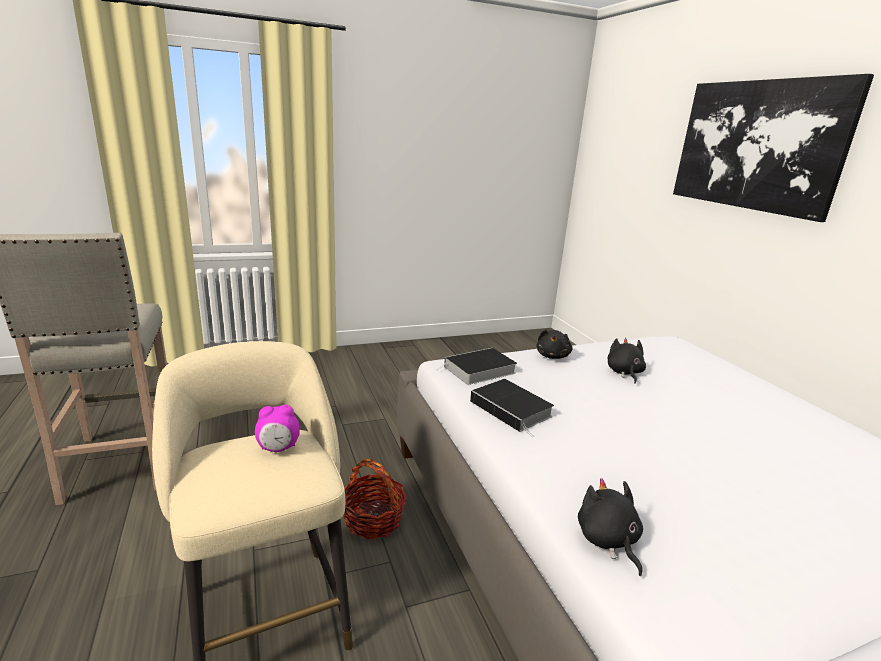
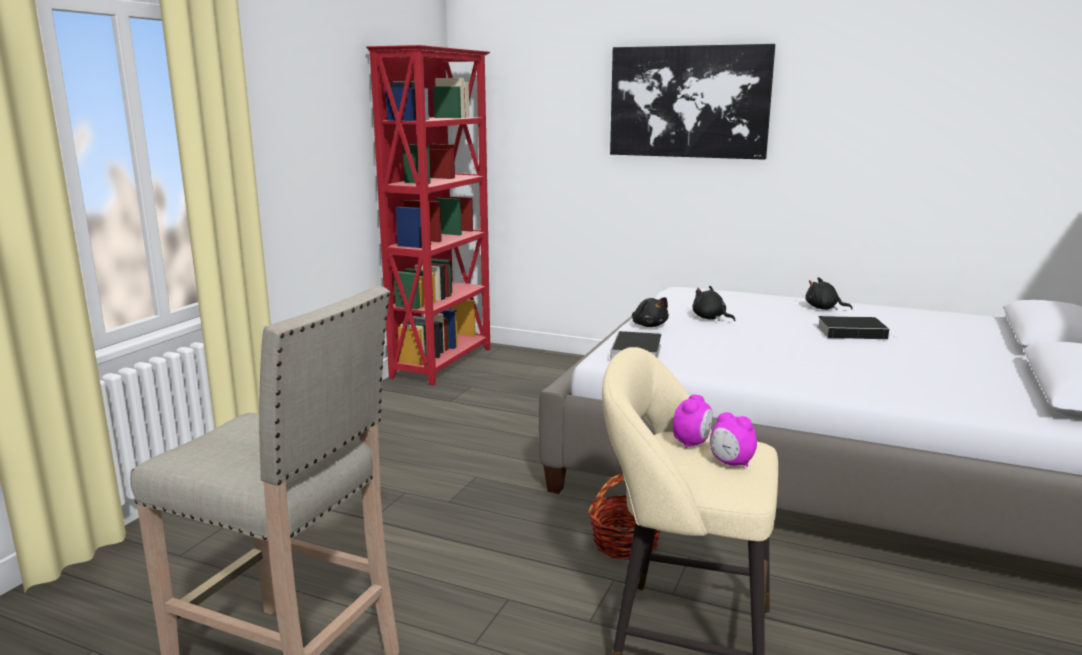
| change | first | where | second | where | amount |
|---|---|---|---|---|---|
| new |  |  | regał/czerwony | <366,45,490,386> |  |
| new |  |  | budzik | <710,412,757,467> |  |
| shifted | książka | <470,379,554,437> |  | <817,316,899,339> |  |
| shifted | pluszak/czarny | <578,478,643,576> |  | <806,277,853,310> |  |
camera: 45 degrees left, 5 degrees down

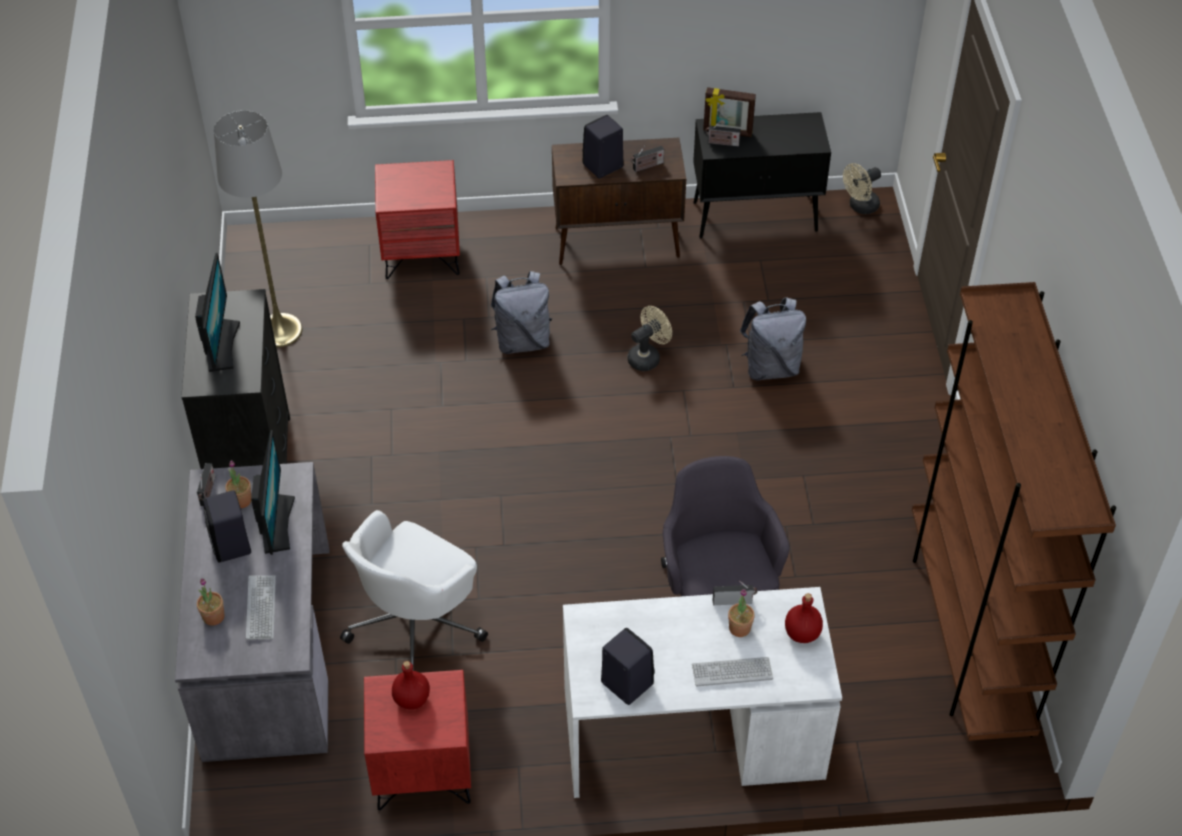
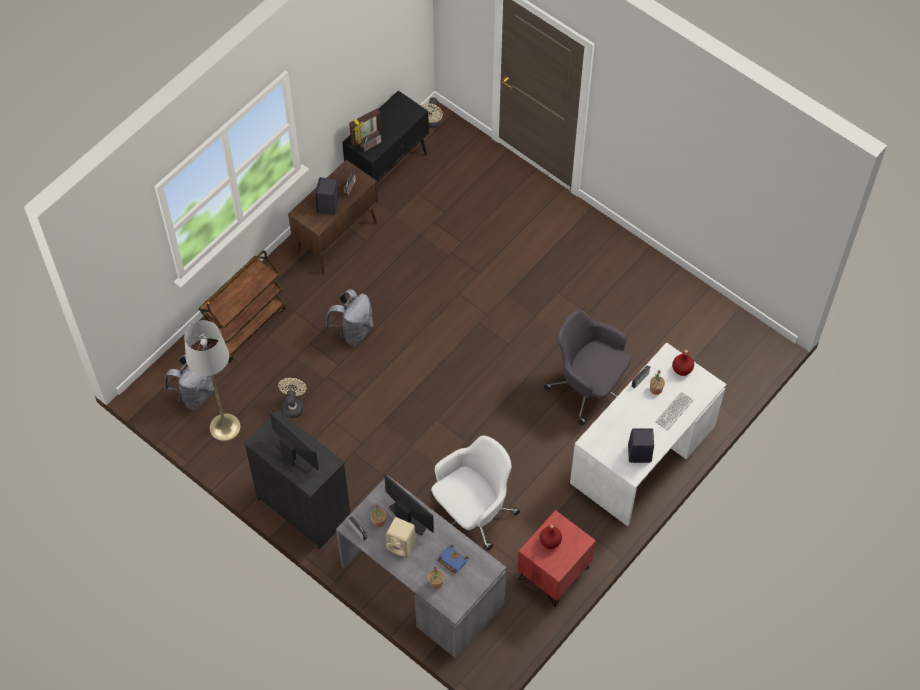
| change | first | where | second | where | amount |
|---|---|---|---|---|---|
| gone | regał/brązowy | <912,282,1116,741> |  |  |  |
| shifted | wentylator/beżowy | <628,306,672,371> |  | <278,378,306,418> |  |
| shifted | plecak/szary | <740,297,806,381> |  | <164,354,214,410> |  |
| swapped | klawiatura | <246,575,276,640> | książka/niebieski | <437,544,469,574> |  |
| swapped | szafka nocna/czerwony | <375,160,460,279> | wózek/brązowy | <199,250,286,363> |  |
| repainted | głośnik/czarny | <203,490,251,563> | głośnik/beżowy | <386,517,416,558> |  |
| rotated | krzesło biurowe/biały | <340,510,488,671> |  | <431,436,520,550> | 120 degrees counterclockwise |
camera: 45 degrees left, 10 degrees up

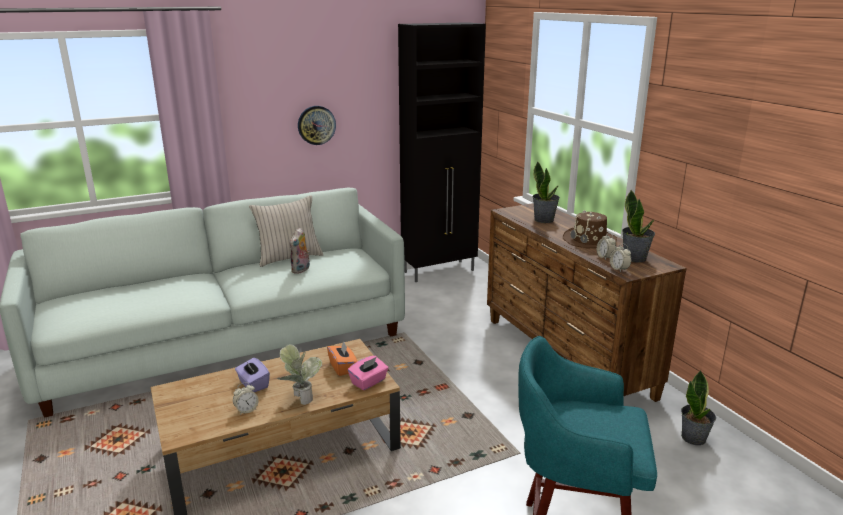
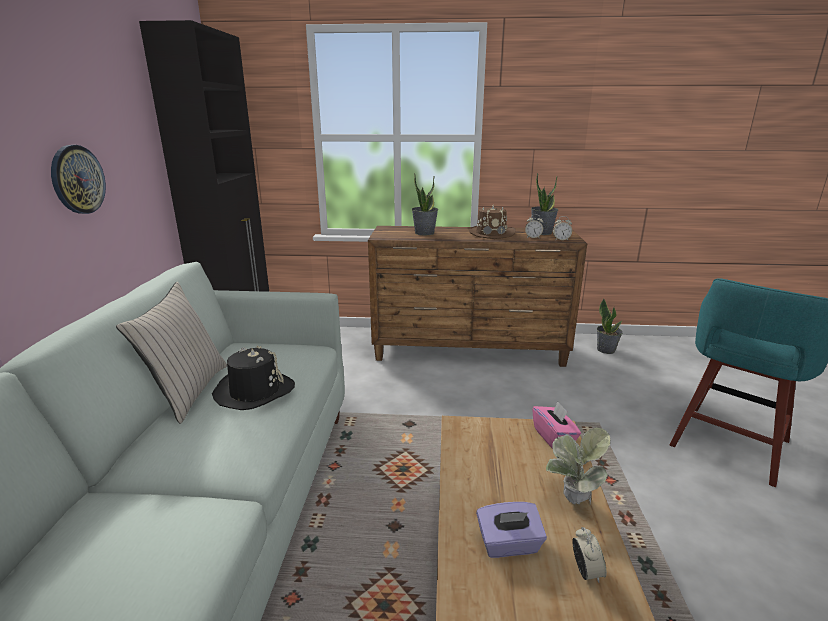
| change | first | where | second | where | amount |
|---|---|---|---|---|---|
| gone | pudełko chusteczek/pomarańczowy | <327,341,358,376> |  |  |  |
| swapped | pluszak | <290,227,310,274> | kapelusz/czarny | <212,345,295,410> |  |
camera: 60 degrees left, 0 degrees up

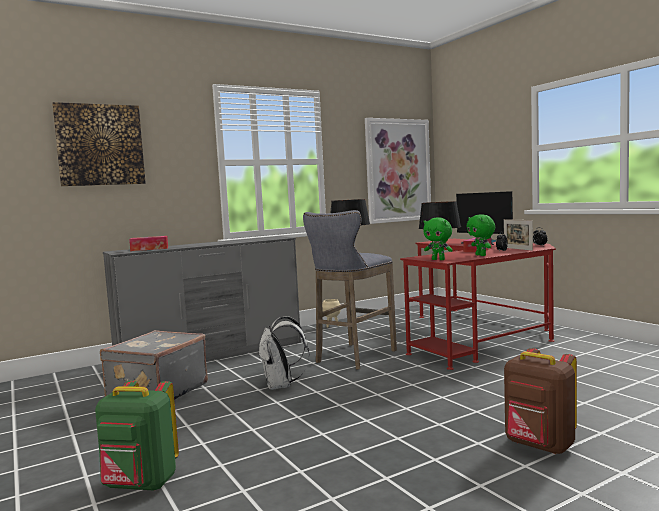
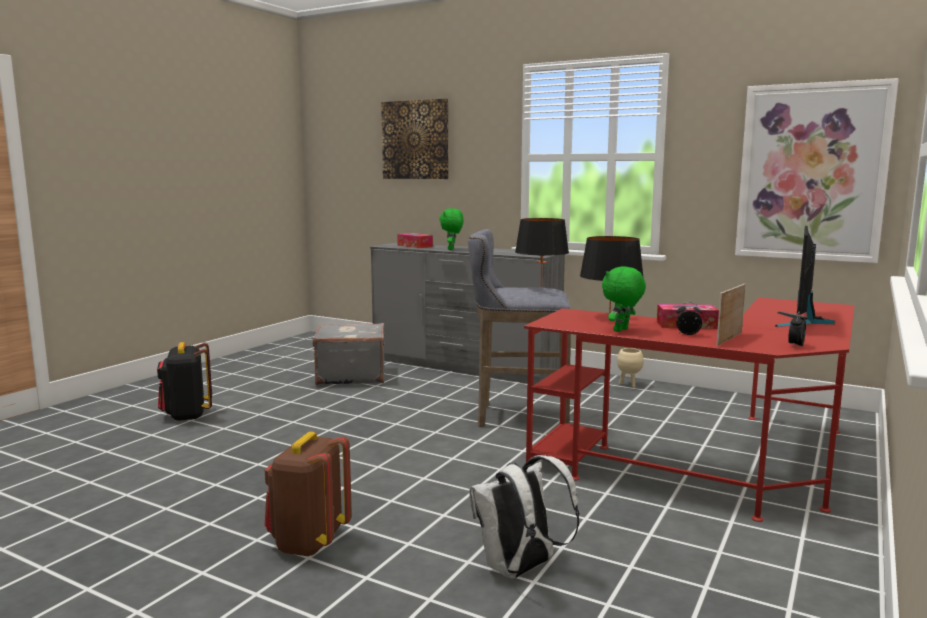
| change | first | where | second | where | amount |
|---|---|---|---|---|---|
| shifted | plecak/biały | <258,316,309,390> |  | <469,455,579,579> |  |
| shifted | pluszak/zielony | <423,218,453,260> |  | <439,208,464,250> |  |
| repainted | plecak/zielony | <95,381,179,491> | plecak/czarny | <157,342,212,421> |  |
camera: 60 degrees right, 5 degrees up

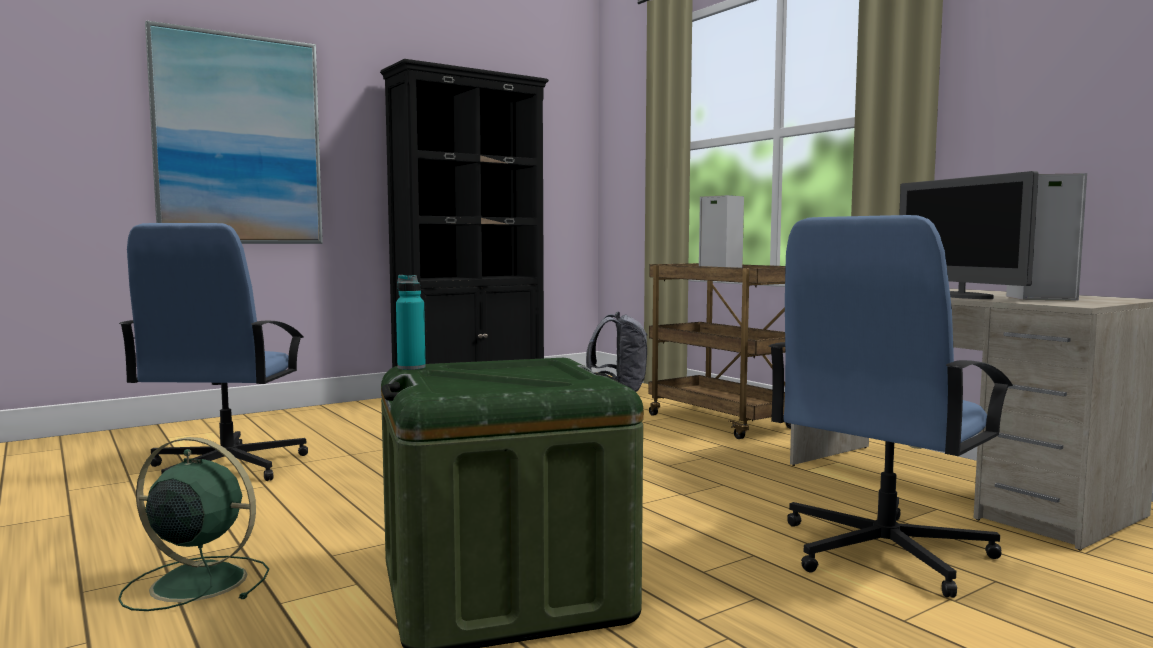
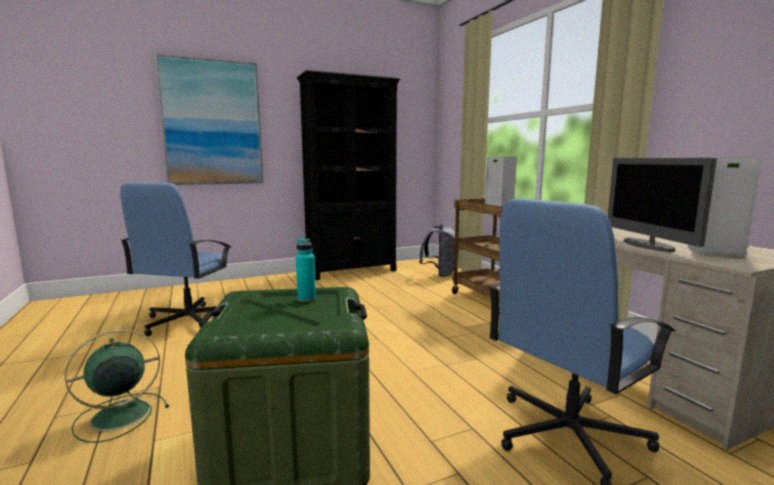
| change | first | where | second | where | amount |
|---|---|---|---|---|---|
| shifted | butelka/turkusowy | <396,275,426,370> |  | <296,238,316,302> |  |
| rotated | wentylator/zielony | <118,437,269,611> |  | <65,329,169,443> | 60 degrees counterclockwise |
camera: 10 degrees right, 5 degrees up

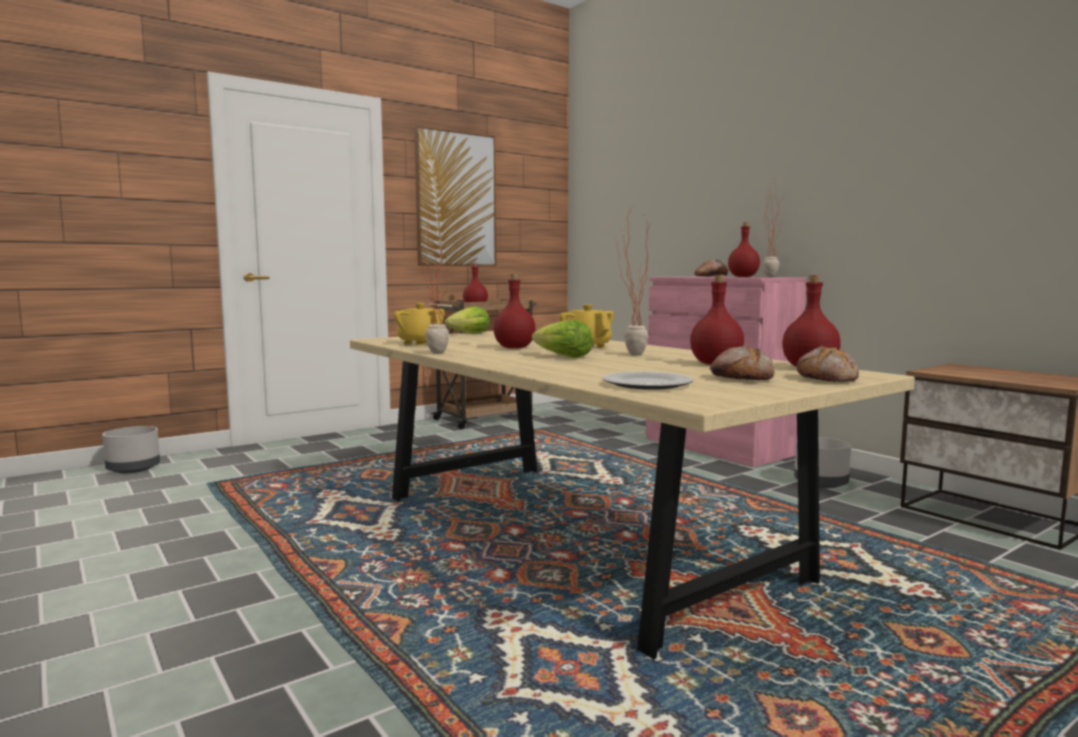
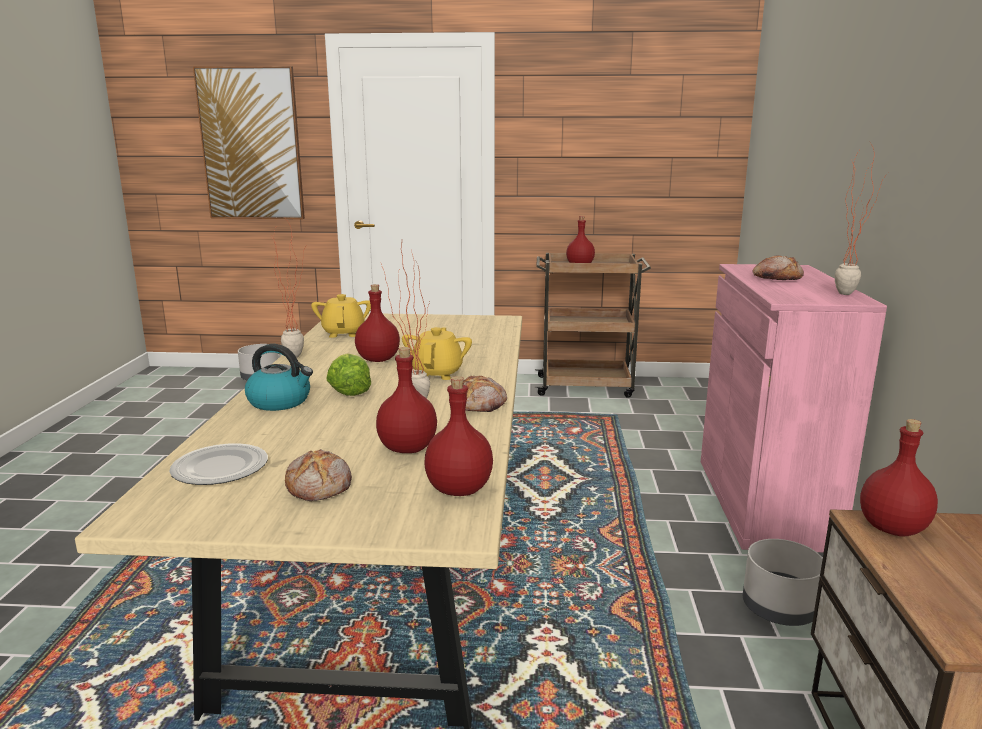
| change | first | where | second | where | amount |
|---|---|---|---|---|---|
| gone | sałata | <445,306,489,334> |  |  |  |
| new |  |  | czajnik | <245,344,313,411> |  |
| shifted | obraz | <414,126,496,267> |  | <193,66,305,219> |  |
| shifted | butelka/czerwony | <728,222,760,277> |  | <860,419,938,537> |  |
| shifted | chleb | <797,346,859,382> |  | <463,376,507,412> |  |
camera: 40 degrees right, 10 degrees up

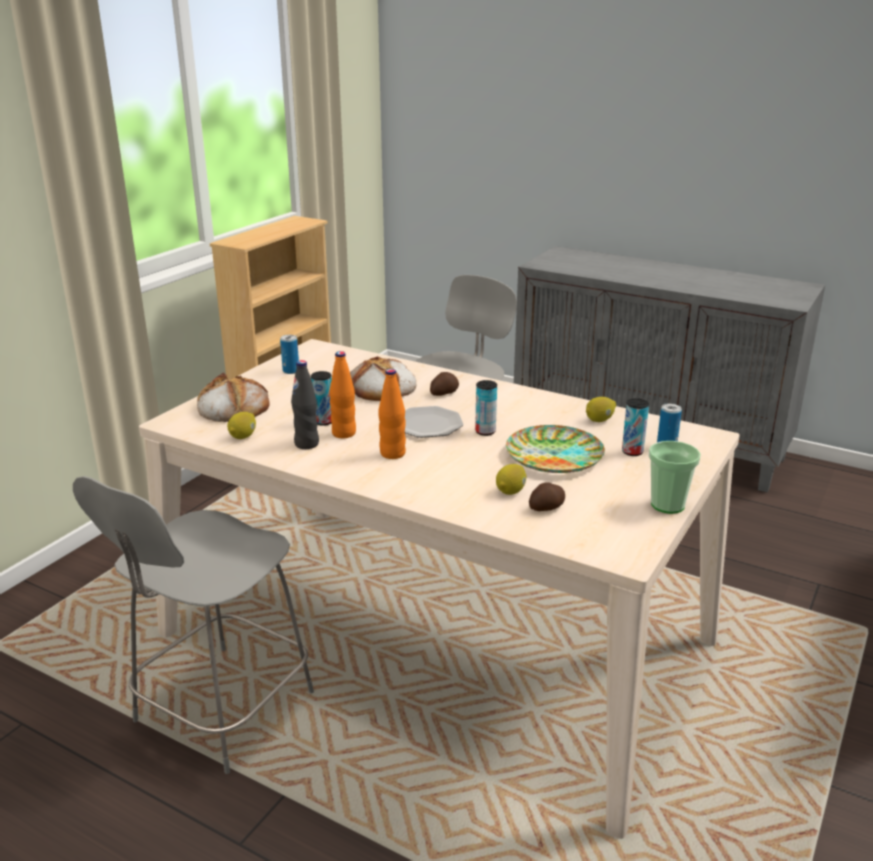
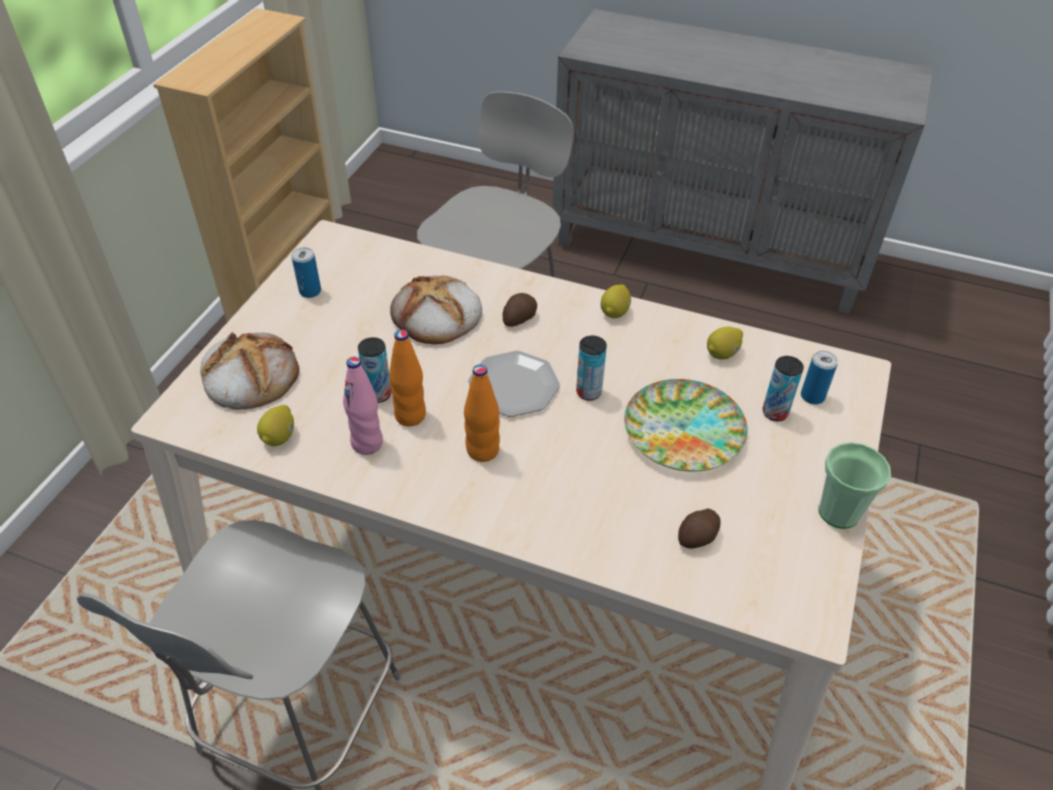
| change | first | where | second | where | amount |
|---|---|---|---|---|---|
| shifted | cytryna | <496,464,526,495> |  | <601,284,631,318> |  |
| repainted | butelka/czarny | <291,360,319,449> | butelka/różowy | <343,357,383,455> |  |
camera: 10 degrees left, 20 degrees up

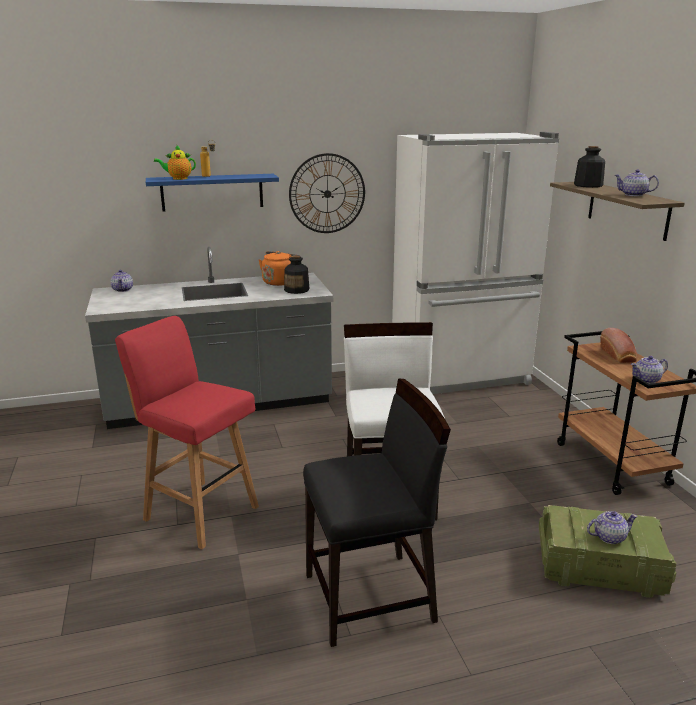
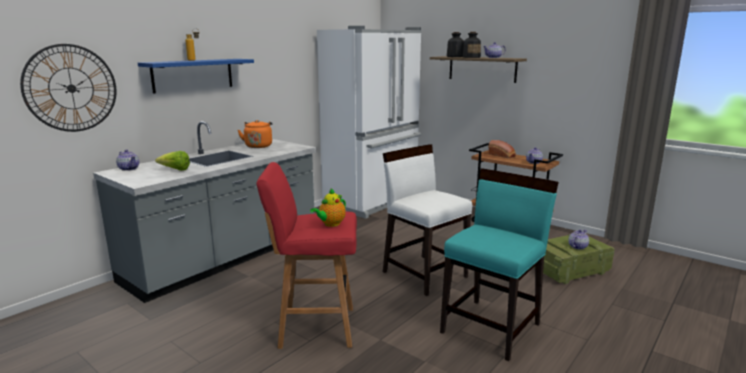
| change | first | where | second | where | amount |
|---|---|---|---|---|---|
| new |  |  | sałata | <155,151,190,171> |  |
| shifted | imbryk | <154,145,196,180> |  | <310,188,346,227> |  |
| shifted | butelka | <284,255,309,294> |  | <463,32,481,58> |  |
| shifted | zegar ścienny | <289,153,365,233> |  | <20,44,116,132> |  |
| repainted | krzesło/czarny | <303,379,451,647> | krzesło/turkusowy | <440,168,559,361> |  |
camera: 35 degrees left, 5 degrees down

